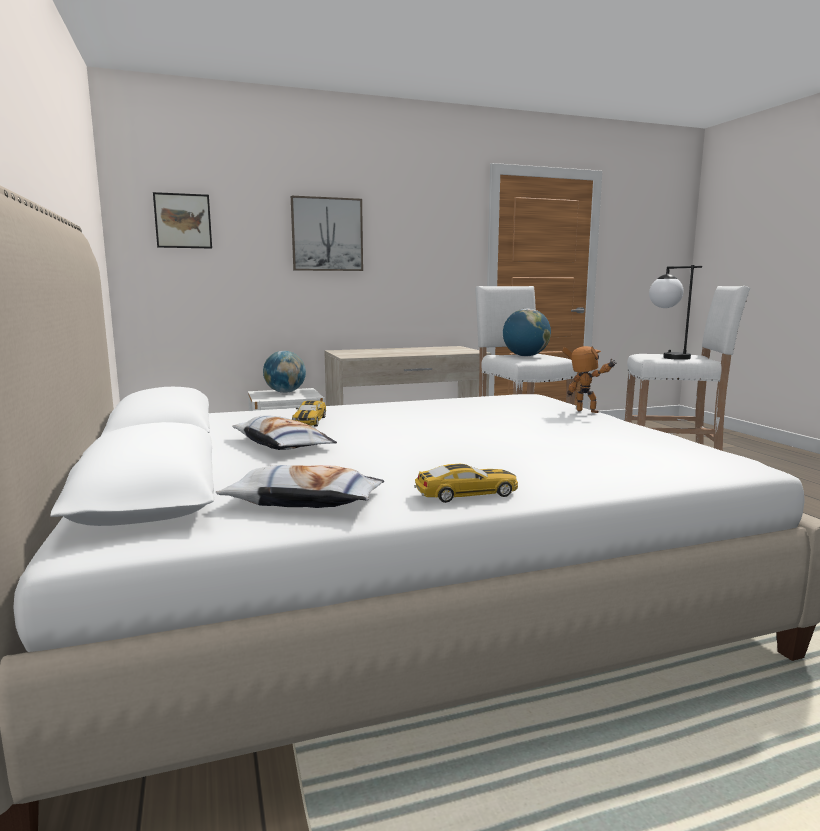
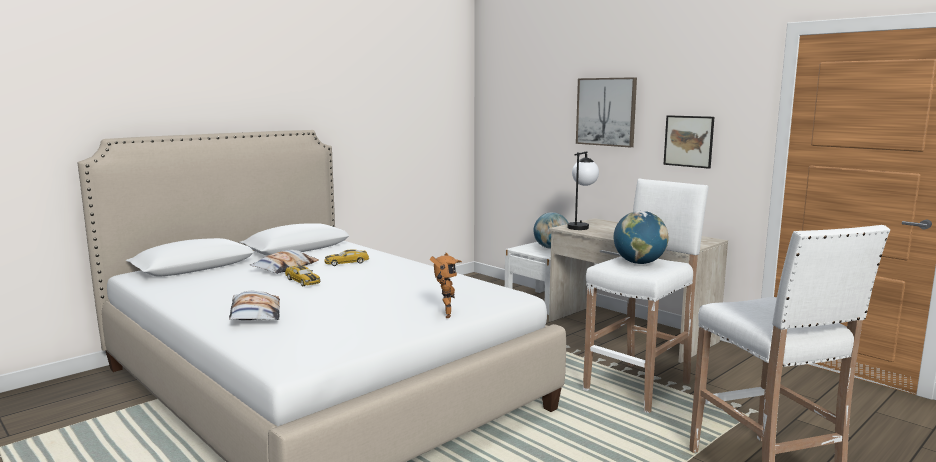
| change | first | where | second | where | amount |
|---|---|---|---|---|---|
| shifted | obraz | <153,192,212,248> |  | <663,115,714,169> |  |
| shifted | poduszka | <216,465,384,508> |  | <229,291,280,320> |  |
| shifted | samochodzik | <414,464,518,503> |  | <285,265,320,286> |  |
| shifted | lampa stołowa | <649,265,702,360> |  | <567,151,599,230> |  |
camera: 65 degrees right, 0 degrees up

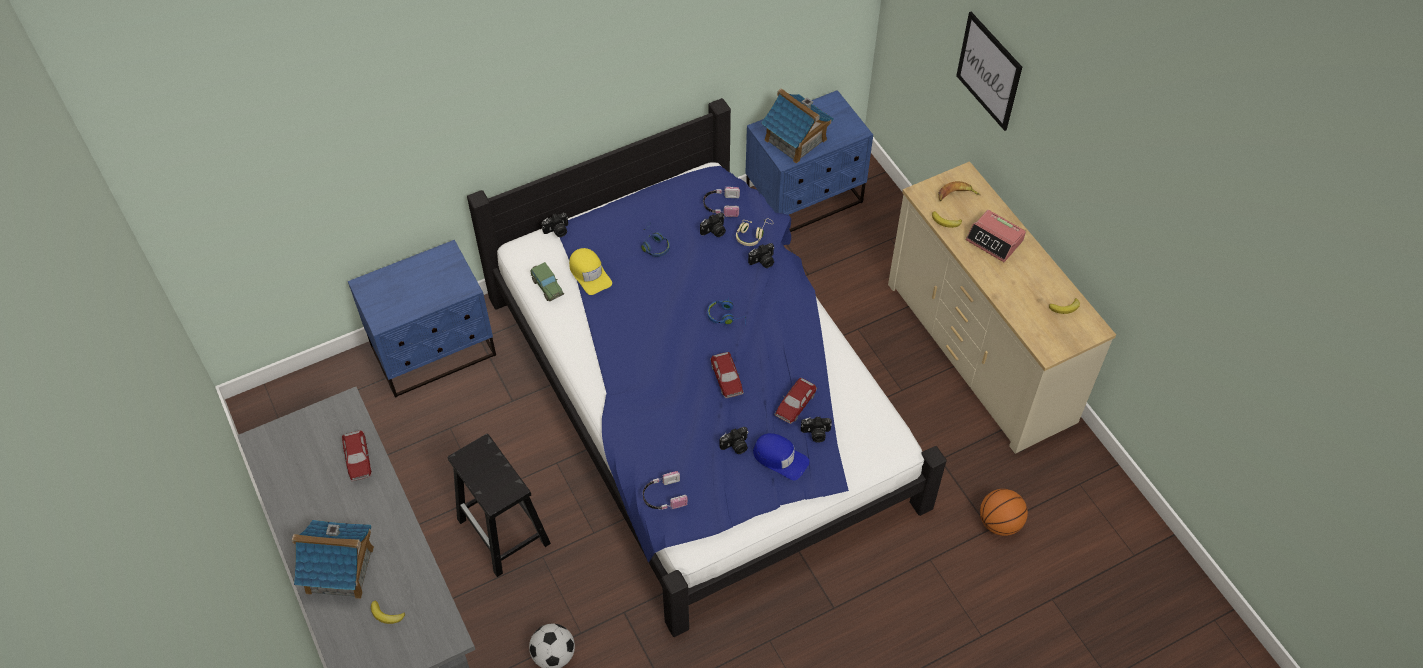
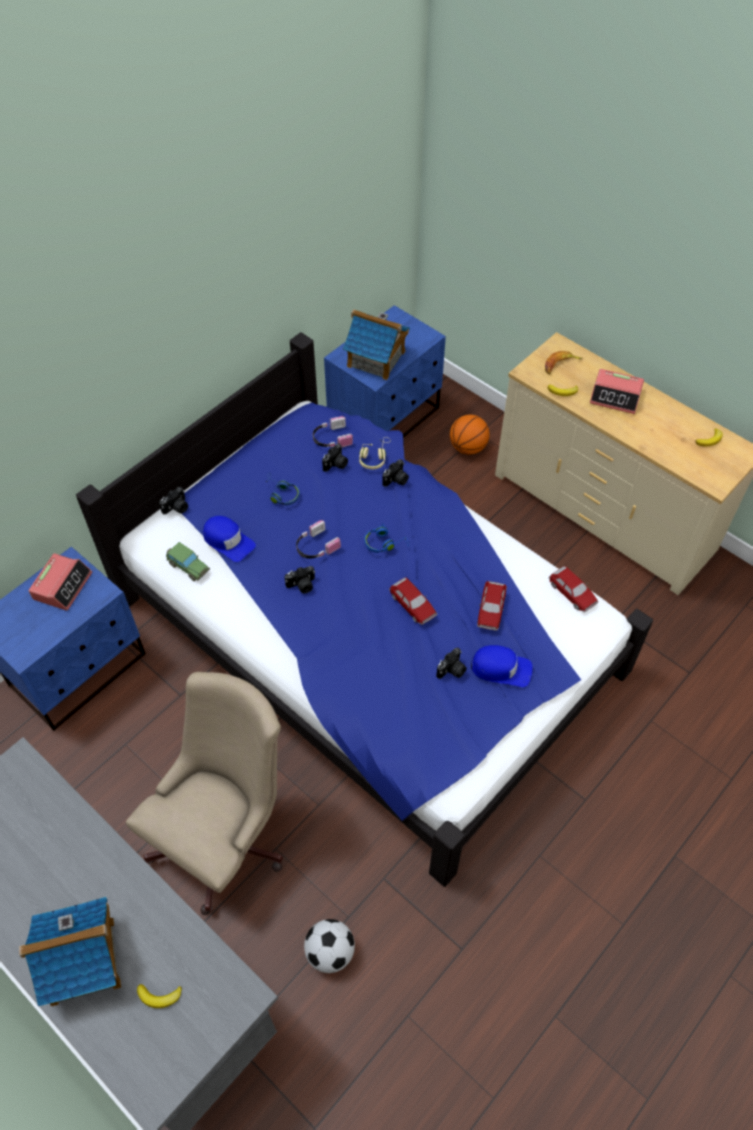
| change | first | where | second | where | amount |
|---|---|---|---|---|---|
| gone | obraz | <956,12,1022,131> |  |  |  |
| new |  |  | budzik | <29,553,92,611> |  |
| shifted | samochodzik | <342,430,372,482> |  | <549,566,598,612> |  |
| shifted | słuchawki | <643,471,688,510> |  | <296,520,341,559> |  |
| shifted | aparat fotograficzny | <801,417,832,443> |  | <284,566,315,593> |  |
| shifted | piłka do koszykówki | <980,489,1028,536> |  | <450,415,490,455> |  |
| swapped | stołek/czarny | <448,434,551,577> | krzesło biurowe/beżowy | <126,672,283,915> |  |
| repainted | czapka z daszkiem/żółty | <569,248,612,295> | czapka z daszkiem/niebieski | <203,516,256,562> |  |
camera: 20 degrees left, 0 degrees up

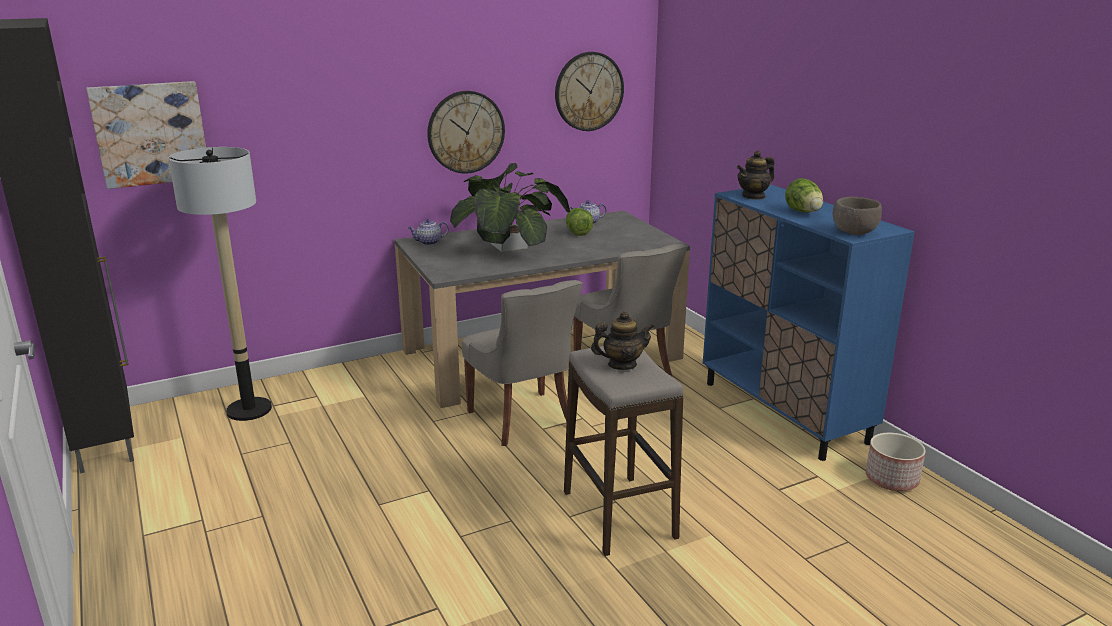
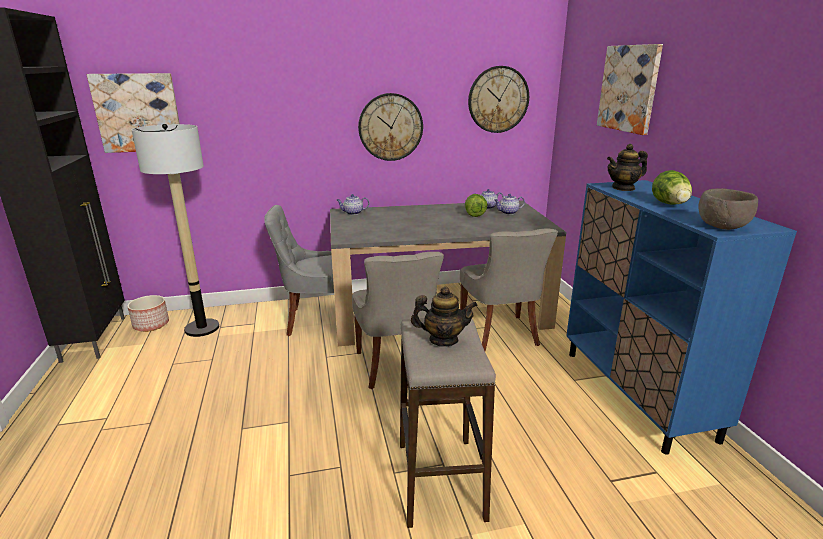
| change | first | where | second | where | amount |
|---|---|---|---|---|---|
| gone | roślina doniczkowa | <450,163,570,252> |  |  |  |
| new |  |  | krzesło/szary | <264,205,334,336> |  |
| new |  |  | imbryk | <494,194,525,215> |  |
| new |  |  | obraz | <597,44,663,135> |  |
| shifted | donica | <866,433,926,491> |  | <127,295,169,332> |  |
camera: 15 degrees right, 0 degrees up

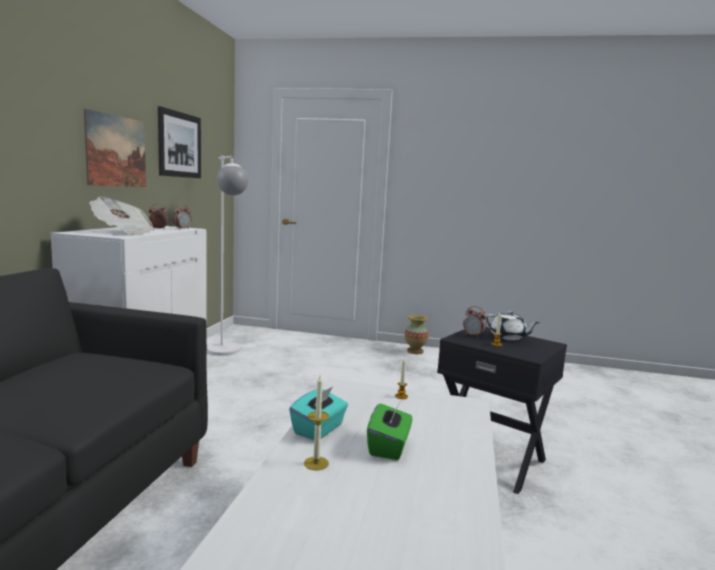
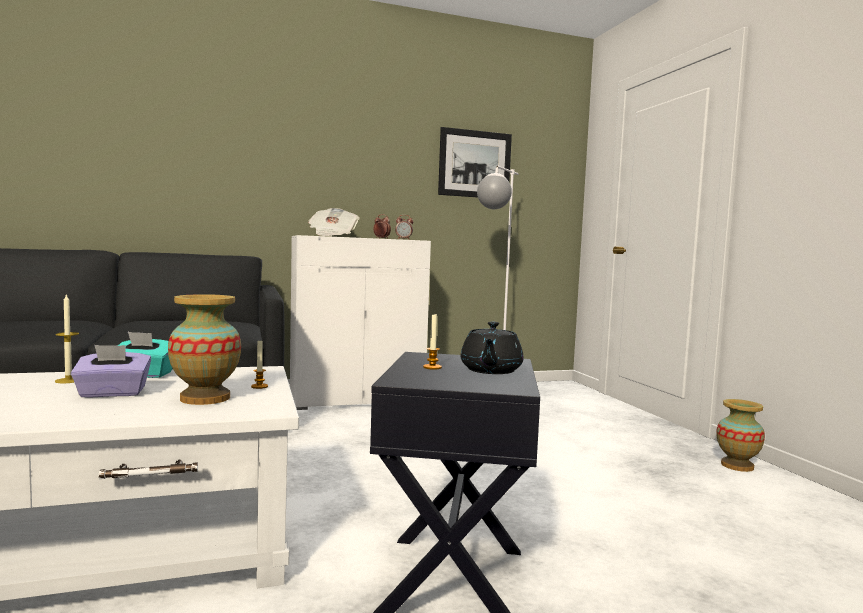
| change | first | where | second | where | amount |
|---|---|---|---|---|---|
| gone | obraz | <83,108,146,187> |  |  |  |
| gone | budzik | <463,306,486,338> |  |  |  |
| new |  |  | wazon | <168,294,241,405> |  |
| repainted | pudełko chusteczek/zielony | <367,401,412,460> | pudełko chusteczek/fioletowy | <71,345,151,398> |  |
| repainted | imbryk/biały | <485,310,540,341> | imbryk/czarny | <461,322,524,374> |  |
camera: 60 degrees right, 5 degrees down

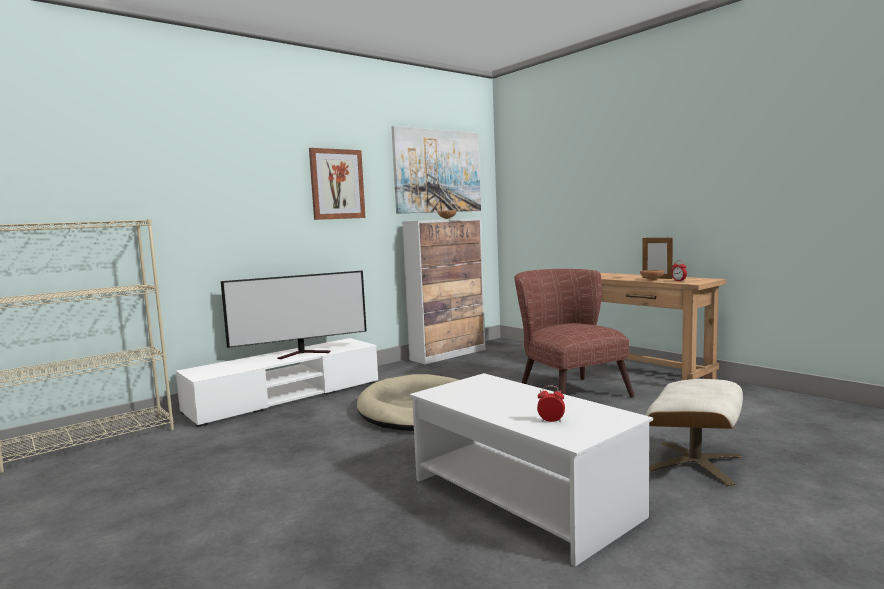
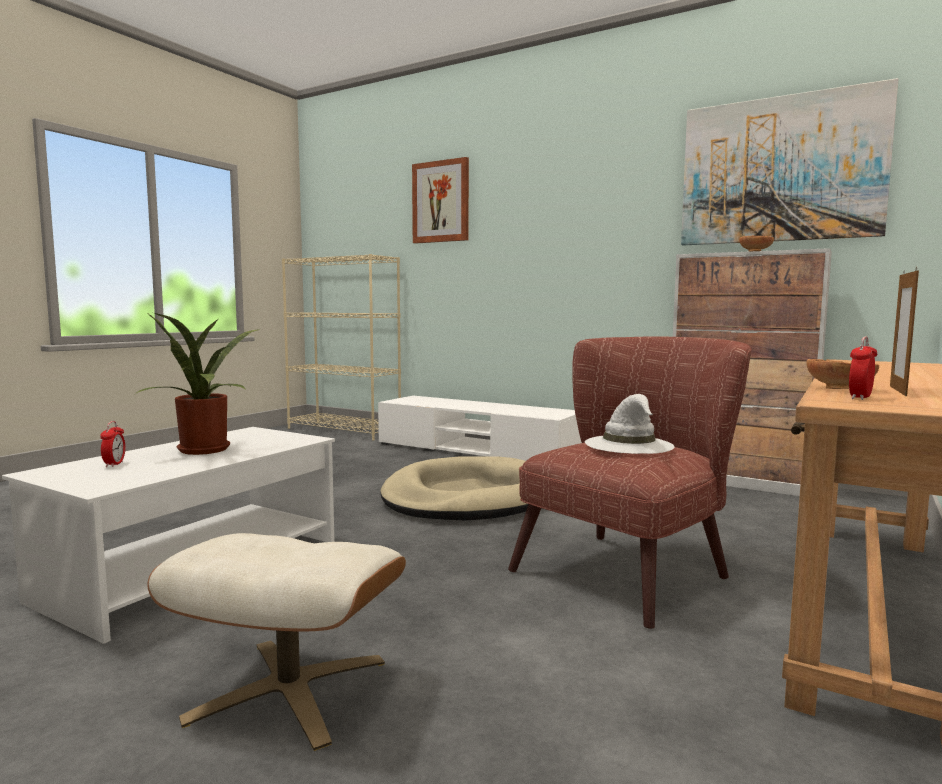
| change | first | where | second | where | amount |
|---|---|---|---|---|---|
| gone | telewizor | <221,270,367,359> |  |  |  |
| new |  |  | roślina doniczkowa | <134,313,260,455> |  |
| new |  |  | kapelusz/biały | <585,394,675,454> |  |
| shifted | obraz | <309,148,366,220> |  | <412,157,469,244> |  |
camera: 70 degrees right, 0 degrees up

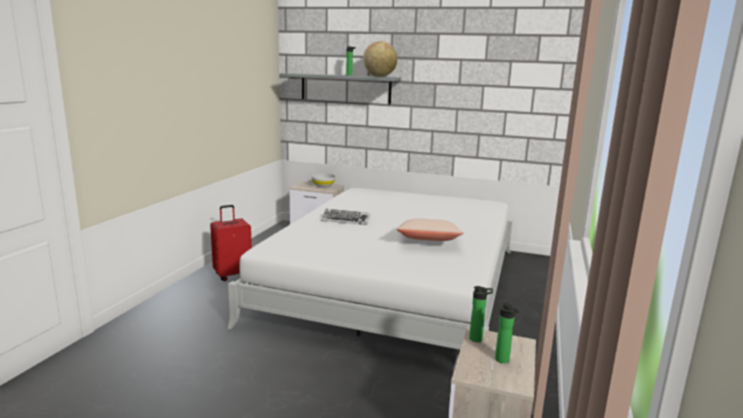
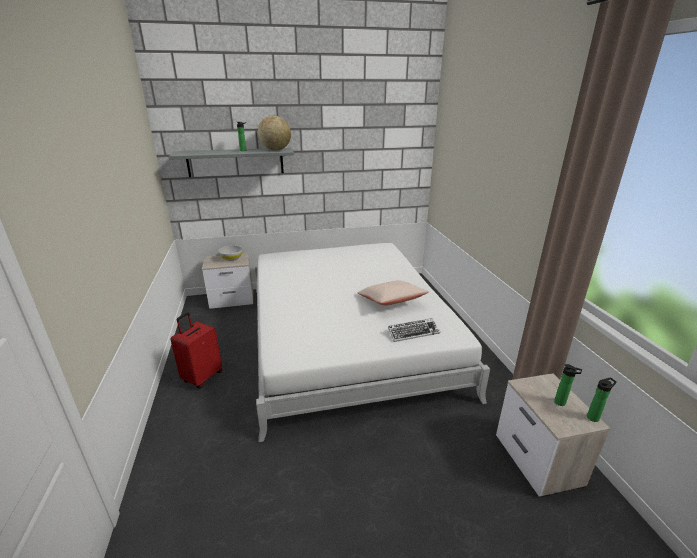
| change | first | where | second | where | amount |
|---|---|---|---|---|---|
| shifted | klawiatura | <321,209,371,225> |  | <388,318,440,342> |  |
| shifted | butelka | <469,286,493,342> |  | <587,378,617,422> |  |
camera: 30 degrees left, 10 degrees up

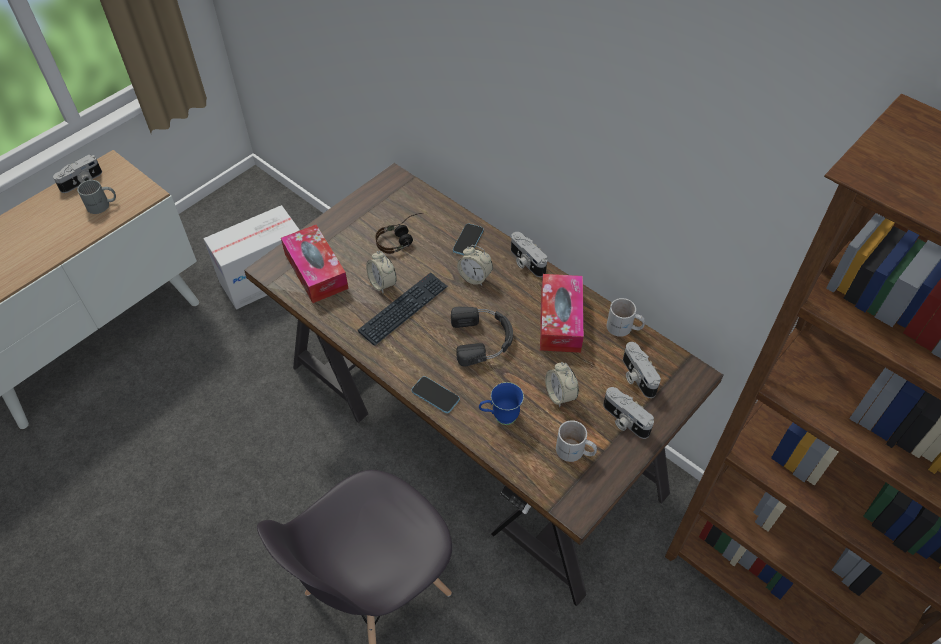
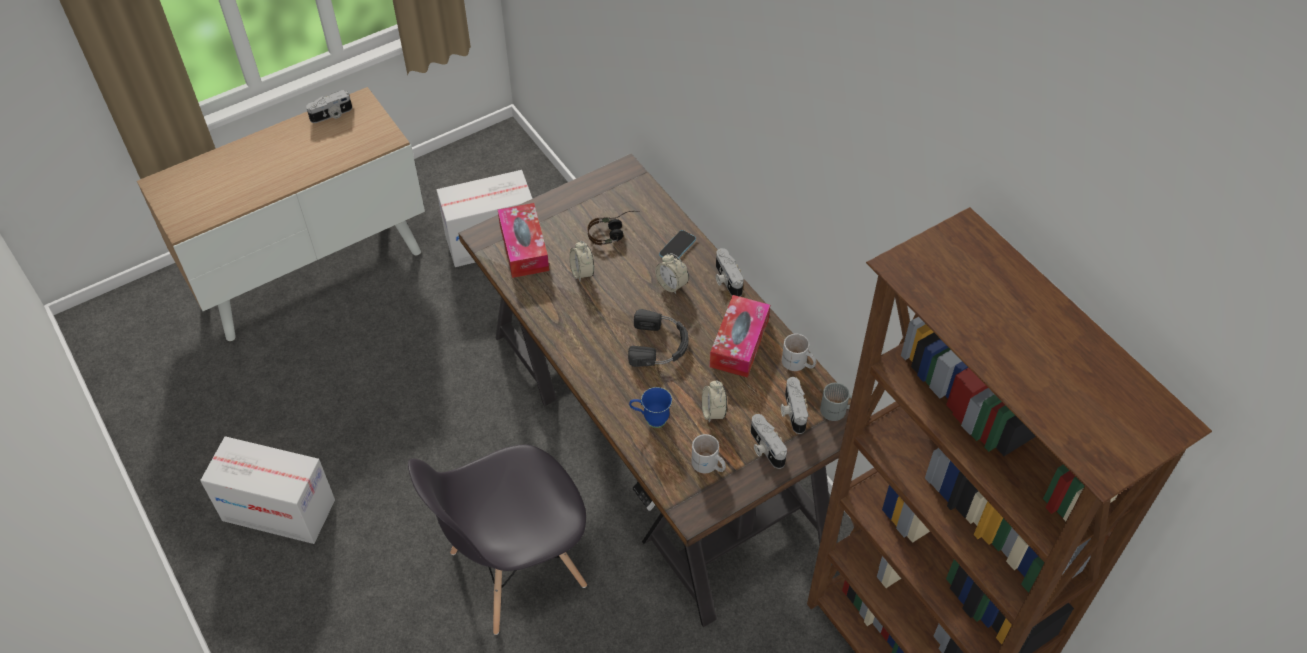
| change | first | where | second | where | amount |
|---|---|---|---|---|---|
| gone | klawiatura | <358,272,448,346> |  |  |  |
| gone | telefon | <411,376,460,413> |  |  |  |
| new |  |  | karton | <200,436,335,544> |  |
| shifted | kubek/szary | <77,180,116,214> |  | <820,383,852,421> |  |
camera: 15 degrees right, 0 degrees up

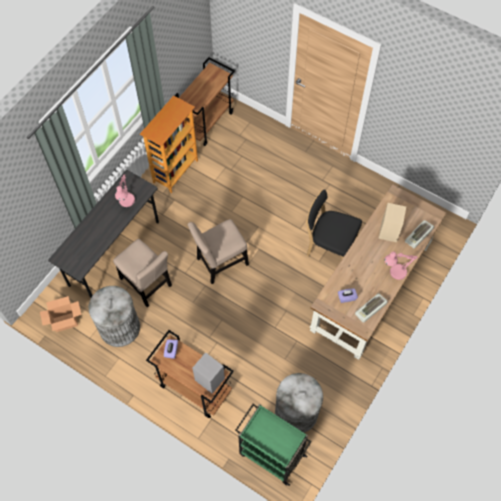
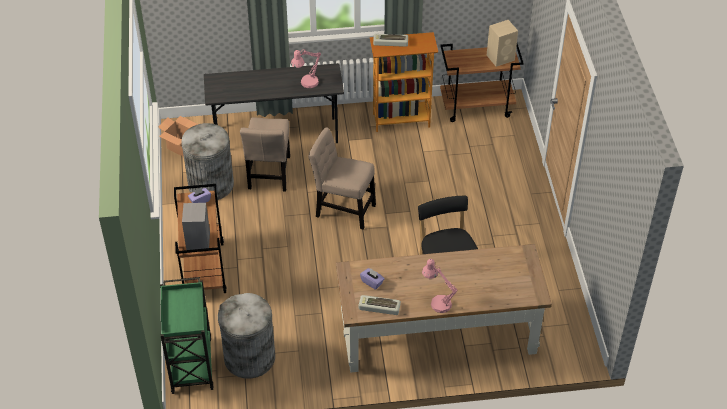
| change | first | where | second | where | amount |
|---|---|---|---|---|---|
| shifted | głośnik/beżowy | <378,203,406,242> |  | <487,20,518,67> |  |
| shifted | klawiatura | <405,220,434,248> |  | <373,34,408,47> |  |
camera: 50 degrees right, 15 degrees down

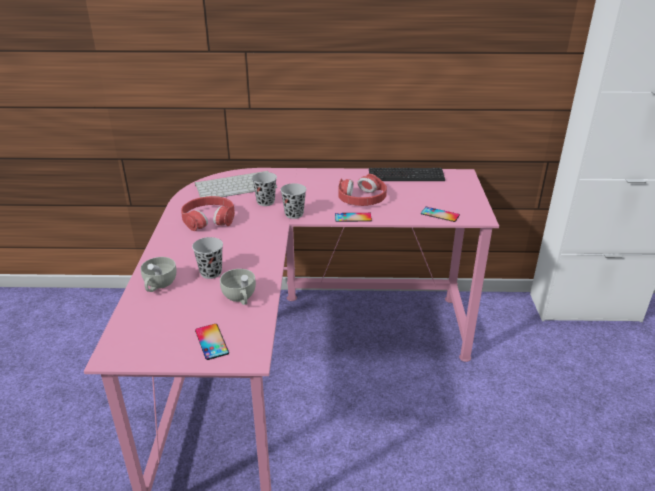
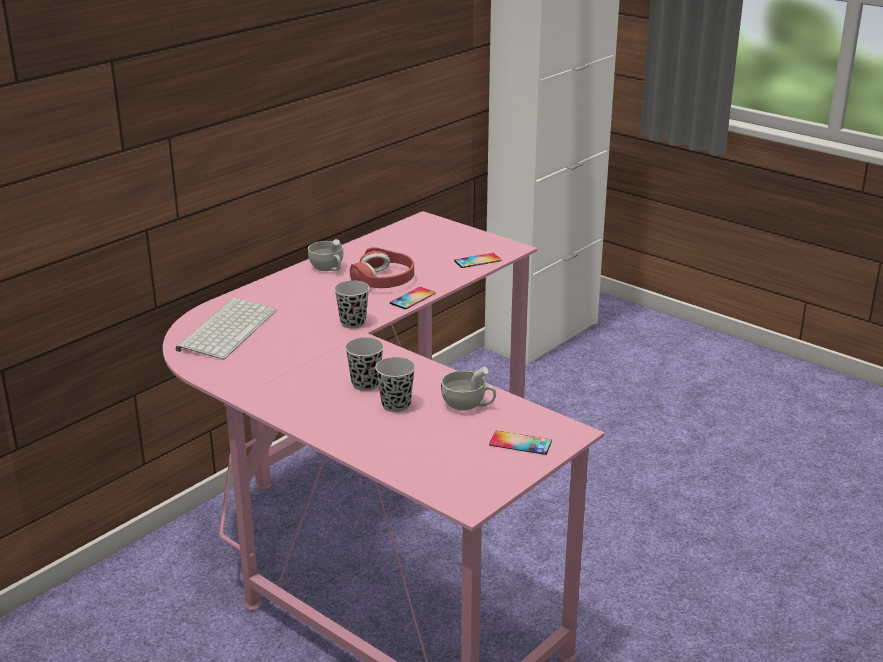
| change | first | where | second | where | amount |
|---|---|---|---|---|---|
| gone | słuchawki/czerwony | <181,196,235,231> |  |  |  |
| gone | klawiatura | <369,168,445,181> |  |  |  |
| shifted | filiżanka/biały | <140,257,177,292> |  | <308,239,343,271> |  |
| shifted | filiżanka/czarny | <252,172,277,206> |  | <345,337,384,391> |  |
camera: 50 degrees left, 5 degrees down

